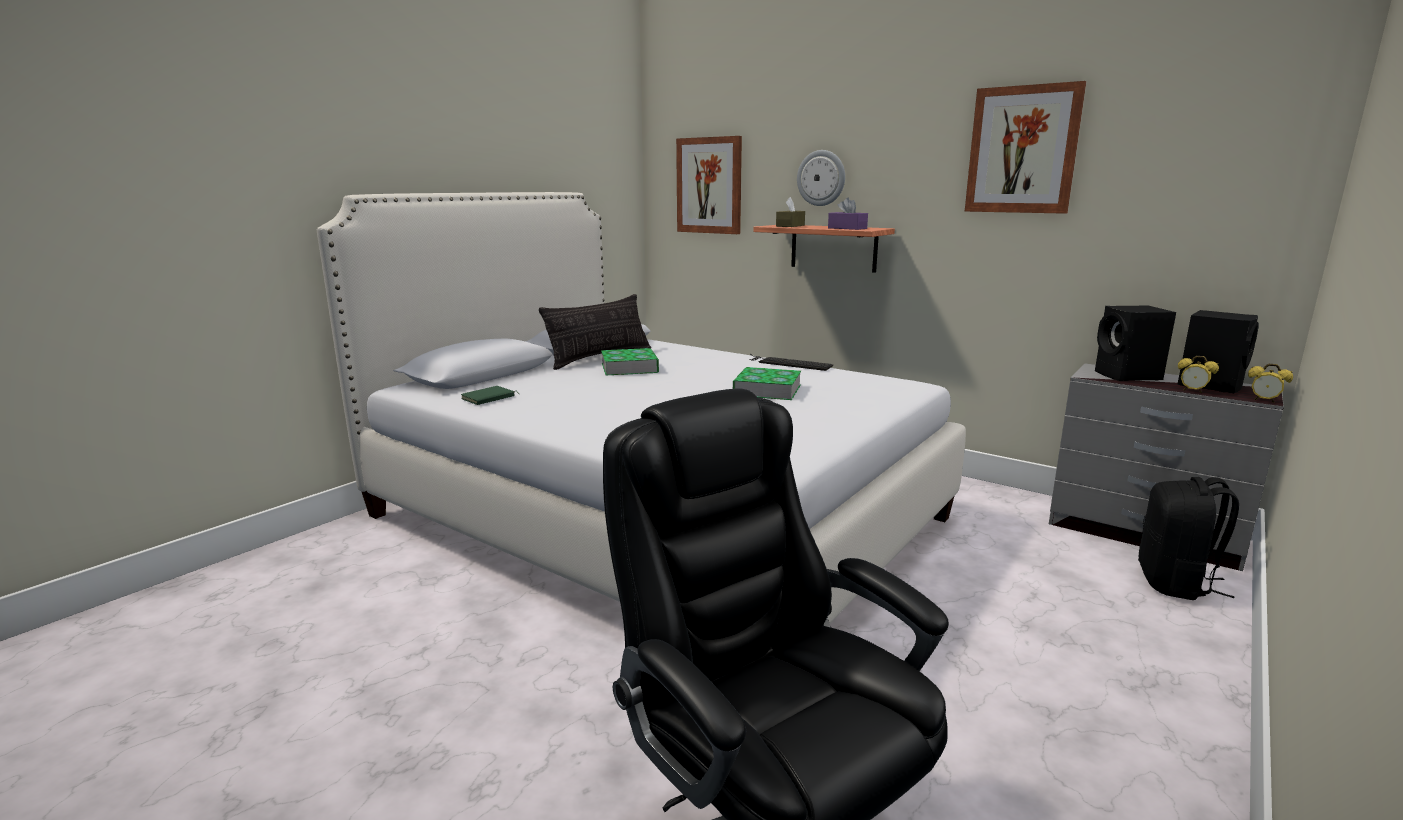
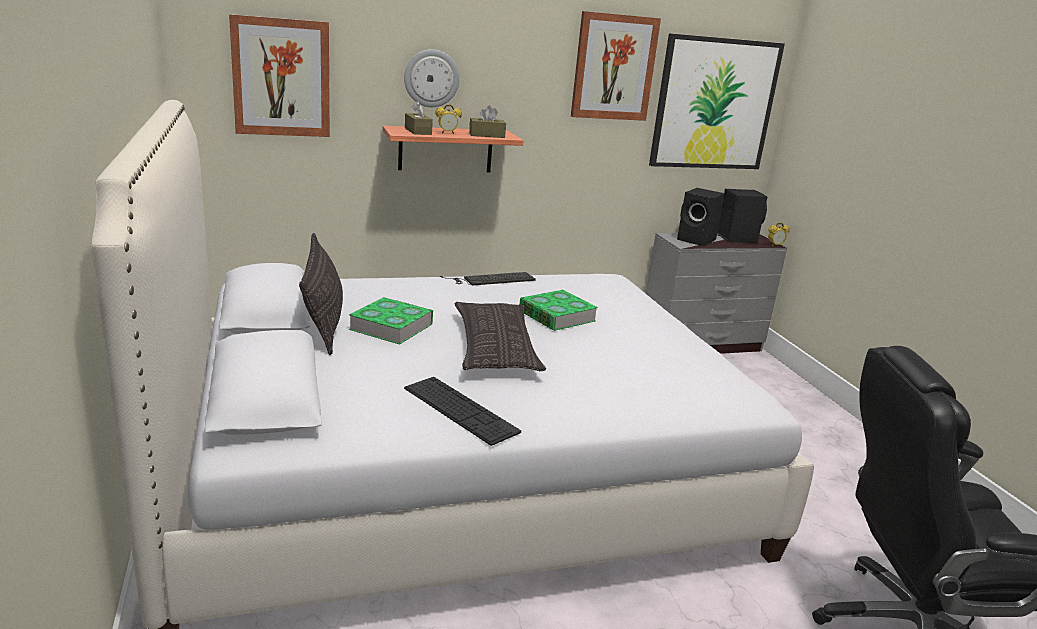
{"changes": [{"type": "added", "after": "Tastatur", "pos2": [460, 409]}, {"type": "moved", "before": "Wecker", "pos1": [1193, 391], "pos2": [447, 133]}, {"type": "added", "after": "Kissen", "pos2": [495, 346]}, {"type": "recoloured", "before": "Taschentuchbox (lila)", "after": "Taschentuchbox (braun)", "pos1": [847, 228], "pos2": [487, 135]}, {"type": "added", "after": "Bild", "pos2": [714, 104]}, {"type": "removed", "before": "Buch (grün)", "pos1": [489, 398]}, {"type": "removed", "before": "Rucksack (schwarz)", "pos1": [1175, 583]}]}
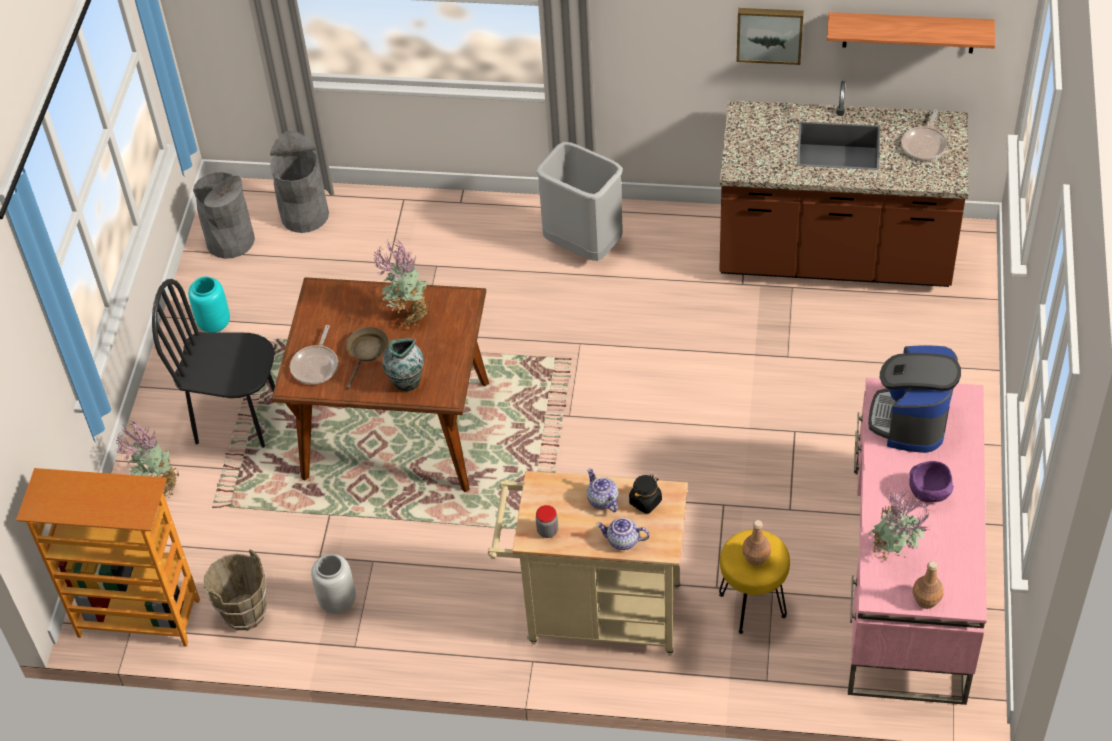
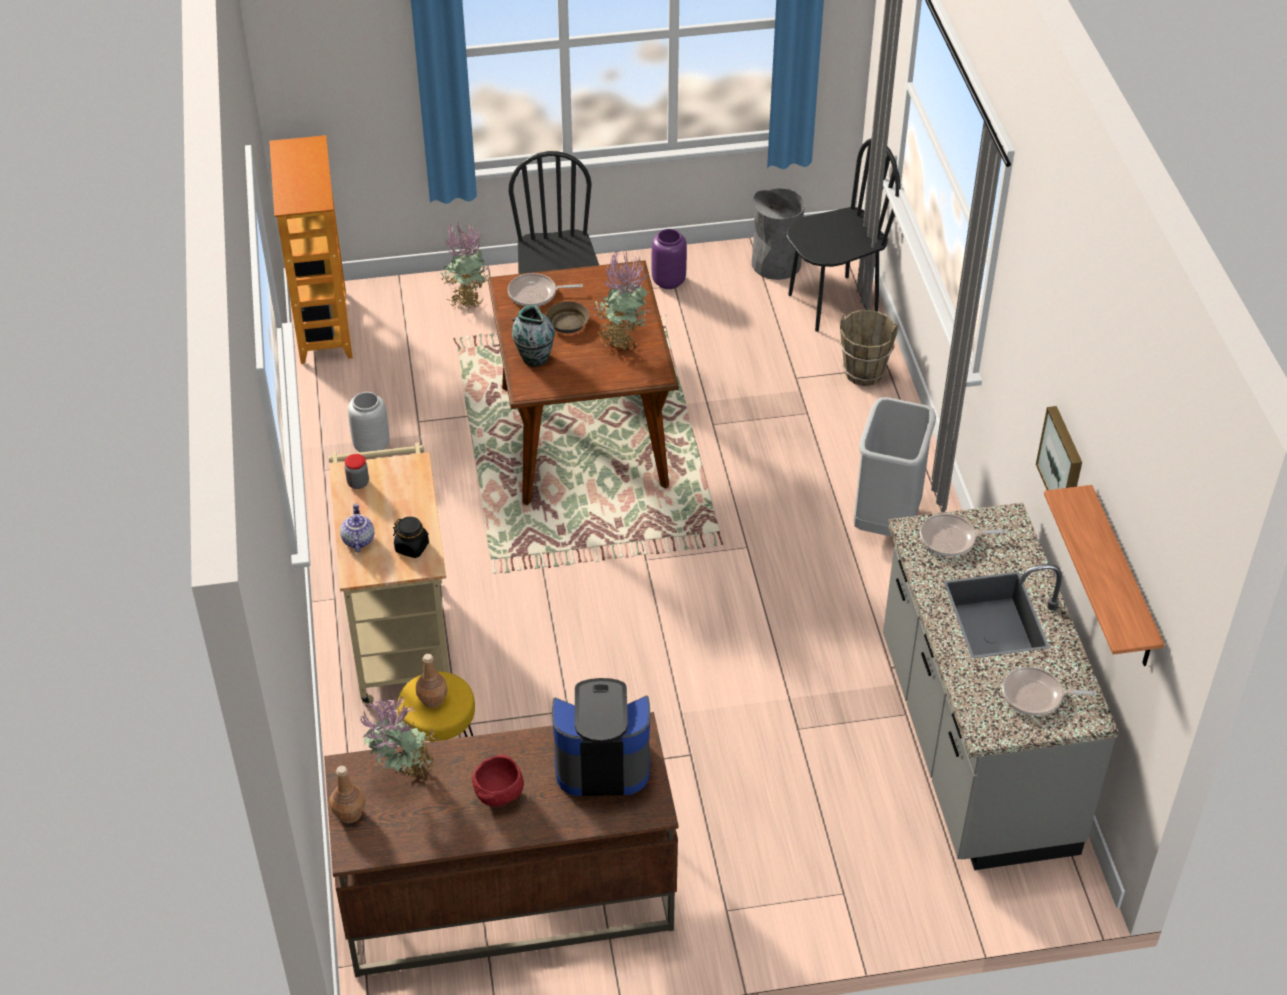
{"changes": [{"type": "recoloured", "before": "Schreibtisch (rosa)", "after": "Schreibtisch (braun)", "pos1": [908, 584], "pos2": [506, 897]}, {"type": "recoloured", "before": "Schüssel (lila)", "after": "Schüssel (rot)", "pos1": [930, 493], "pos2": [499, 796]}, {"type": "recoloured", "before": "Vase (türkis)", "after": "Vase (lila)", "pos1": [214, 324], "pos2": [668, 281]}, {"type": "replaced", "before": "Mülleimer (grau)", "after": "Stuhl (schwarz)", "pos1": [305, 215], "pos2": [832, 304]}, {"type": "moved", "before": "Eimer (braun)", "pos1": [244, 613], "pos2": [864, 372]}, {"type": "recoloured", "before": "Küchenzeile (braun)", "after": "Küchenzeile (grau)", "pos1": [835, 256], "pos2": [973, 746]}, {"type": "added", "after": "Pfanne", "pos2": [951, 539]}, {"type": "removed", "before": "Teekanne", "pos1": [602, 500]}]}
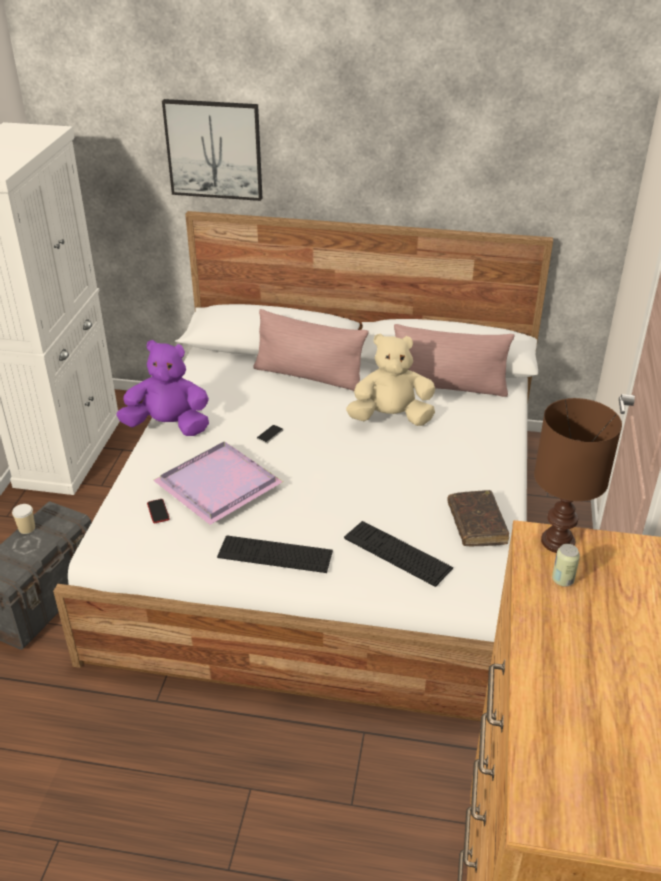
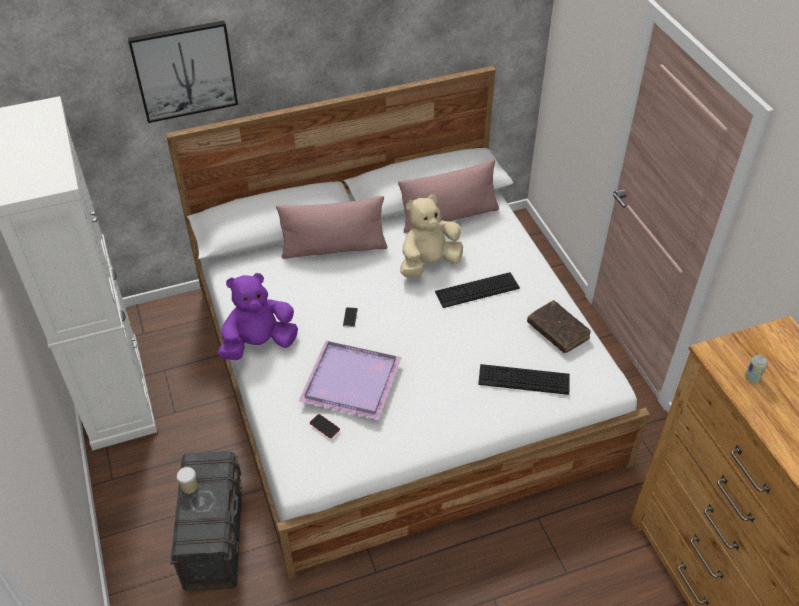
{"changes": [{"type": "moved", "before": "Tastatur", "pos1": [275, 554], "pos2": [477, 290]}, {"type": "removed", "before": "Tischlampe (braun)", "pos1": [557, 543]}]}
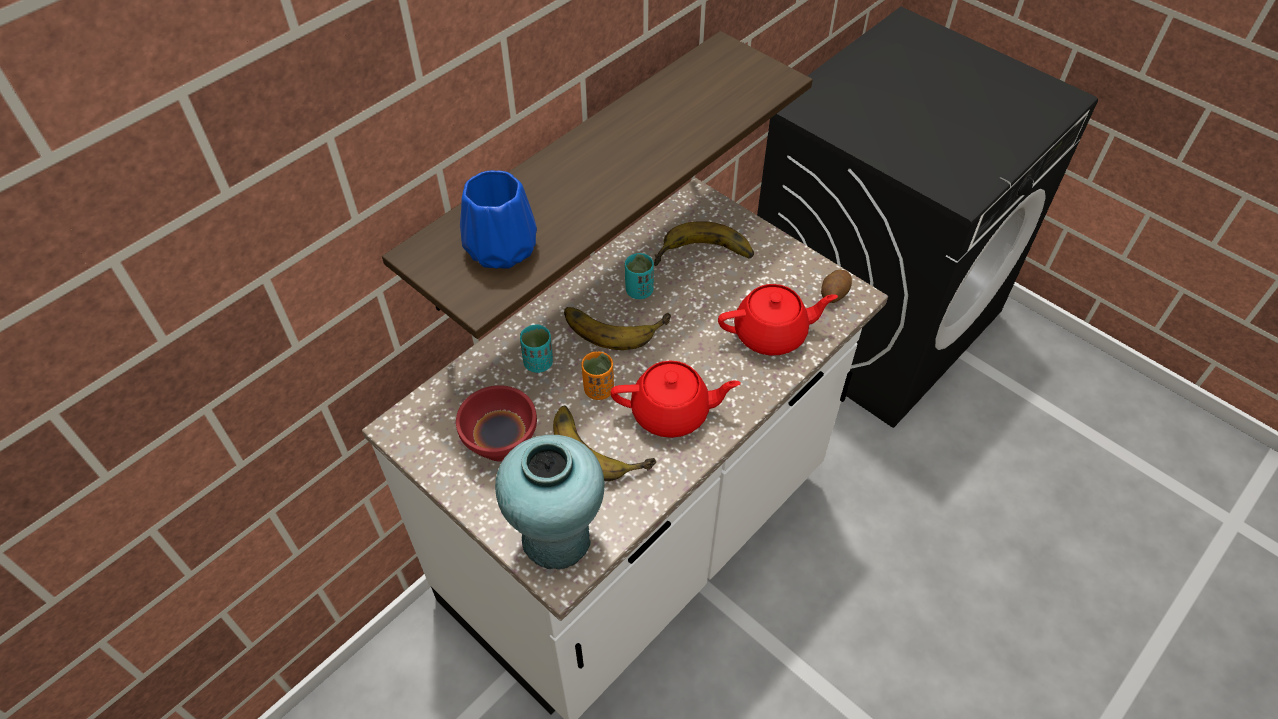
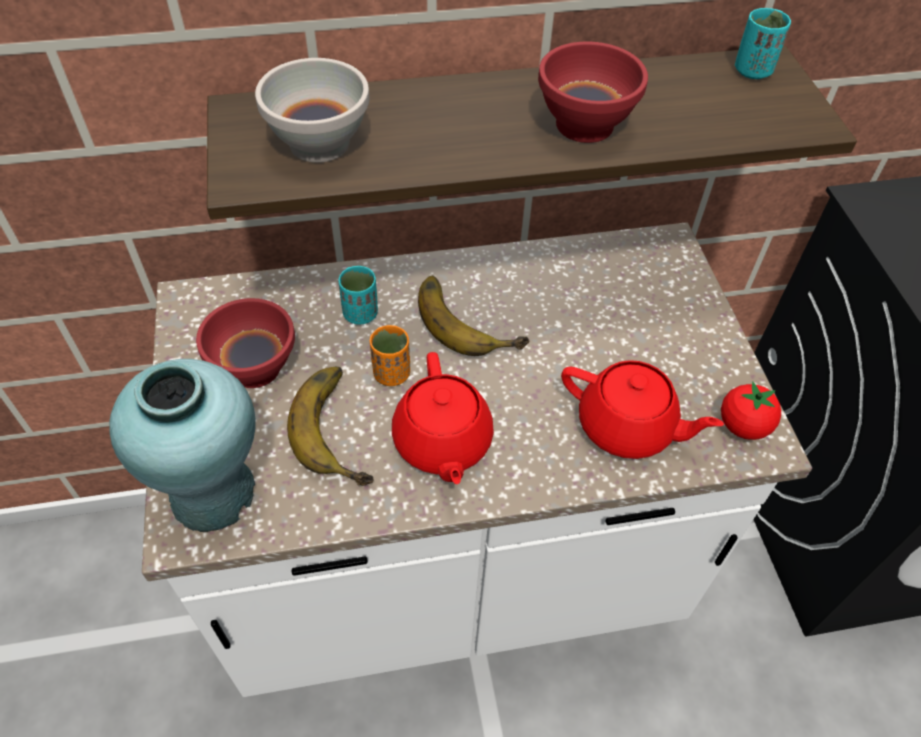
{"changes": [{"type": "replaced", "before": "Vase (blau)", "after": "Schüssel (weiß)", "pos1": [503, 247], "pos2": [321, 144]}, {"type": "turned", "before": "Teekanne (rot)", "pos1": [672, 412], "pos2": [442, 443], "turn": 45}, {"type": "added", "after": "Schüssel (rot)", "pos2": [585, 126]}, {"type": "replaced", "before": "Kartoffel", "after": "Tomate", "pos1": [834, 293], "pos2": [743, 426]}, {"type": "moved", "before": "Tasse (türkis)", "pos1": [639, 291], "pos2": [752, 71]}, {"type": "removed", "before": "Banane", "pos1": [704, 258]}]}
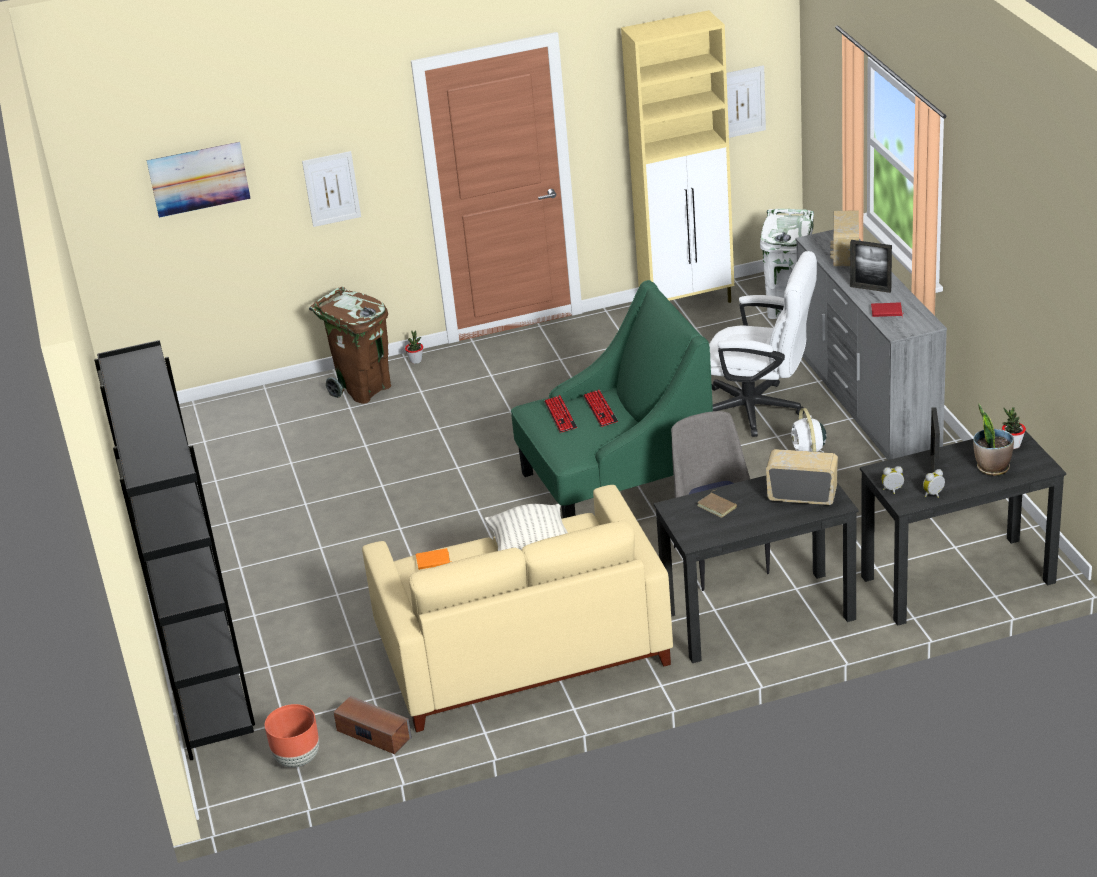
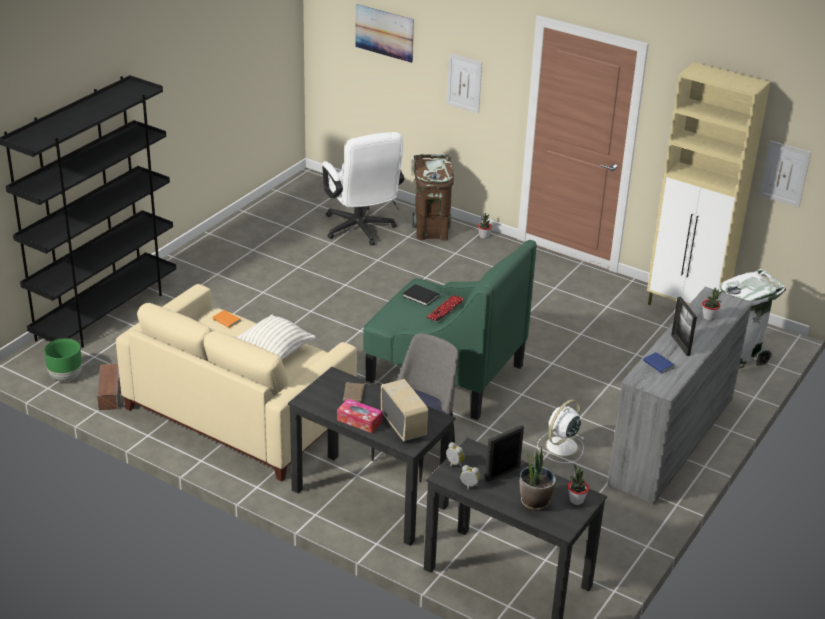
{"changes": [{"type": "recoloured", "before": "Pflanzkübel (braun)", "after": "Pflanzkübel (grün)", "pos1": [297, 759], "pos2": [66, 376]}, {"type": "moved", "before": "Bürostuhl (weiß)", "pos1": [760, 410], "pos2": [361, 231]}, {"type": "added", "after": "Taschentuchbox", "pos2": [359, 421]}, {"type": "replaced", "before": "Tastatur", "after": "Buch (schwarz)", "pos1": [560, 415], "pos2": [421, 297]}, {"type": "recoloured", "before": "Buch (rot)", "after": "Buch (blau)", "pos1": [886, 312], "pos2": [657, 364]}, {"type": "replaced", "before": "Radio", "after": "Topfpflanze", "pos1": [845, 256], "pos2": [709, 317]}]}
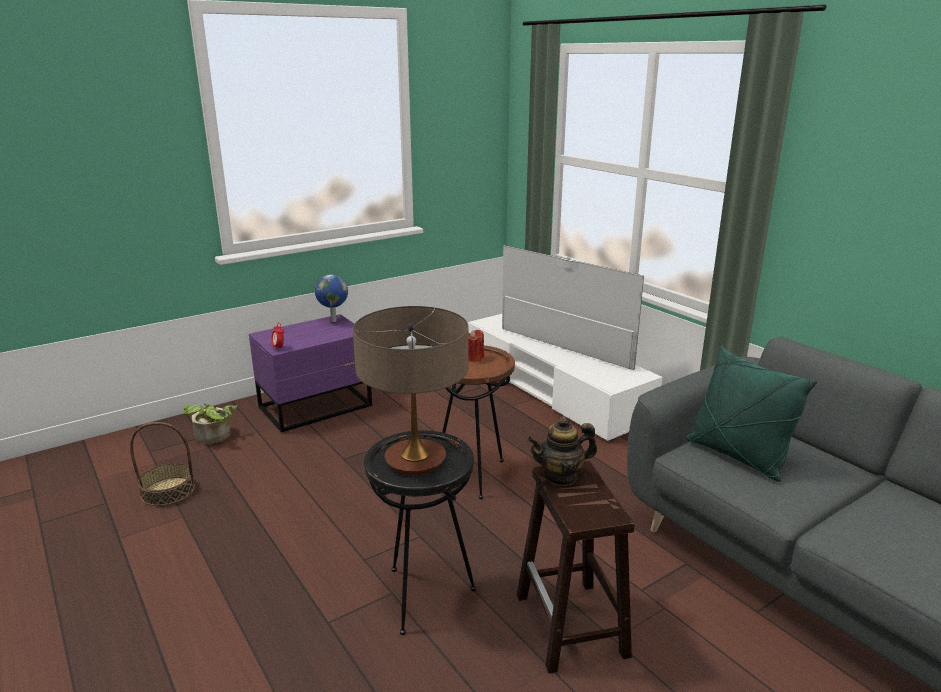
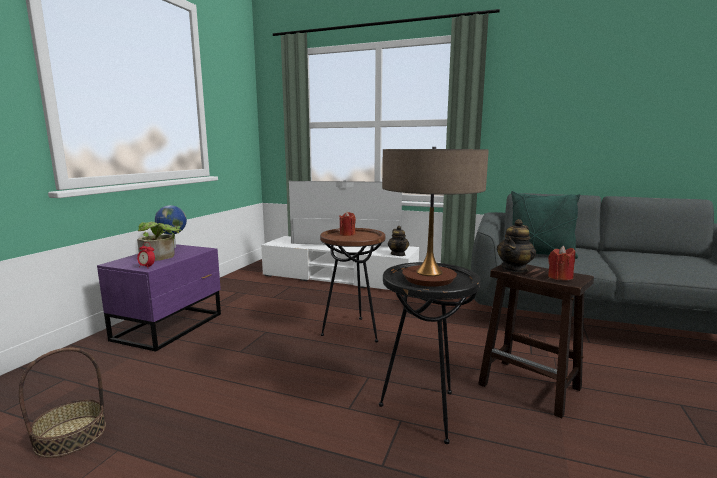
{"changes": [{"type": "moved", "before": "Topfpflanze", "pos1": [214, 437], "pos2": [161, 257]}, {"type": "added", "after": "Teekanne", "pos2": [398, 254]}, {"type": "added", "after": "Kerze (rot)", "pos2": [560, 277]}]}
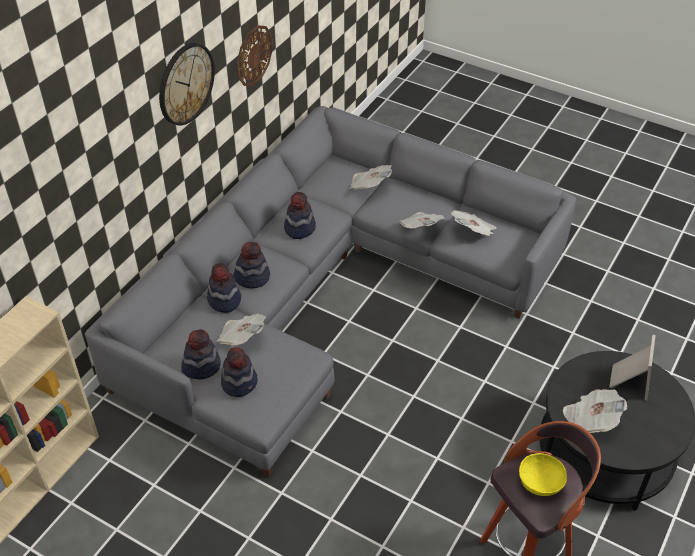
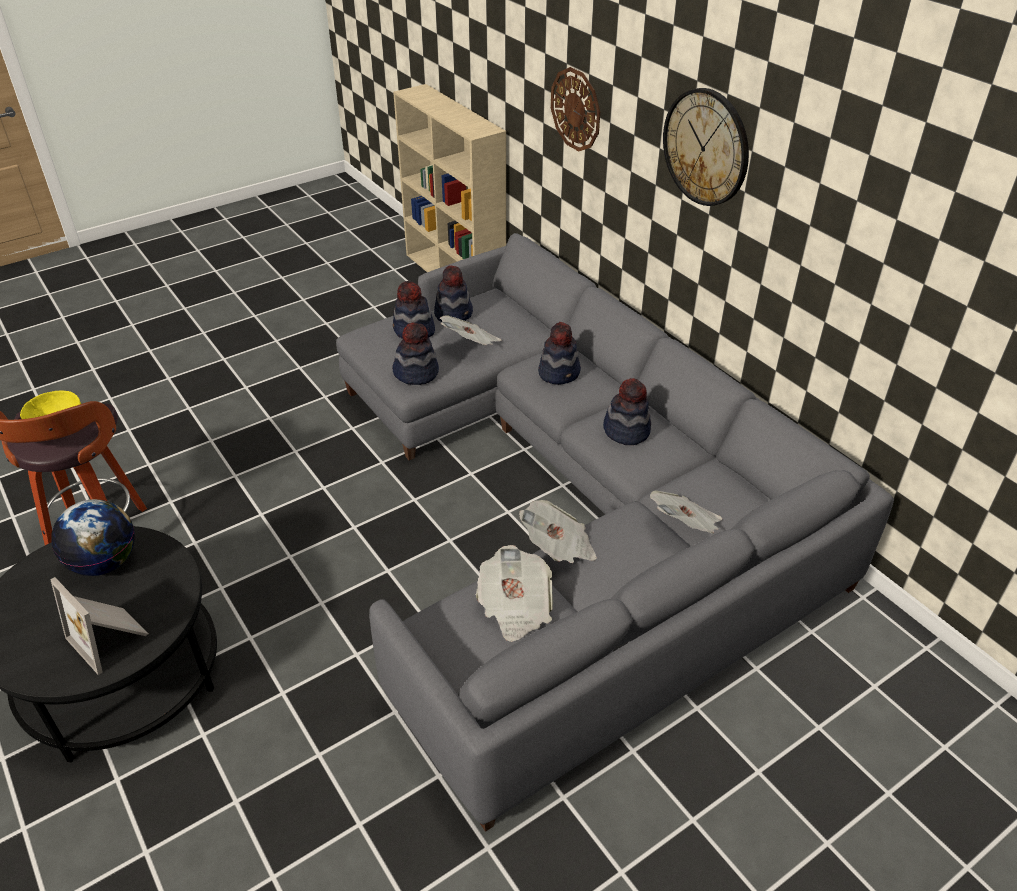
{"changes": [{"type": "replaced", "before": "Zeitung", "after": "Globus", "pos1": [590, 420], "pos2": [105, 562]}, {"type": "moved", "before": "Hut", "pos1": [224, 300], "pos2": [416, 373]}, {"type": "moved", "before": "Wanduhr", "pos1": [253, 55], "pos2": [576, 109]}]}
